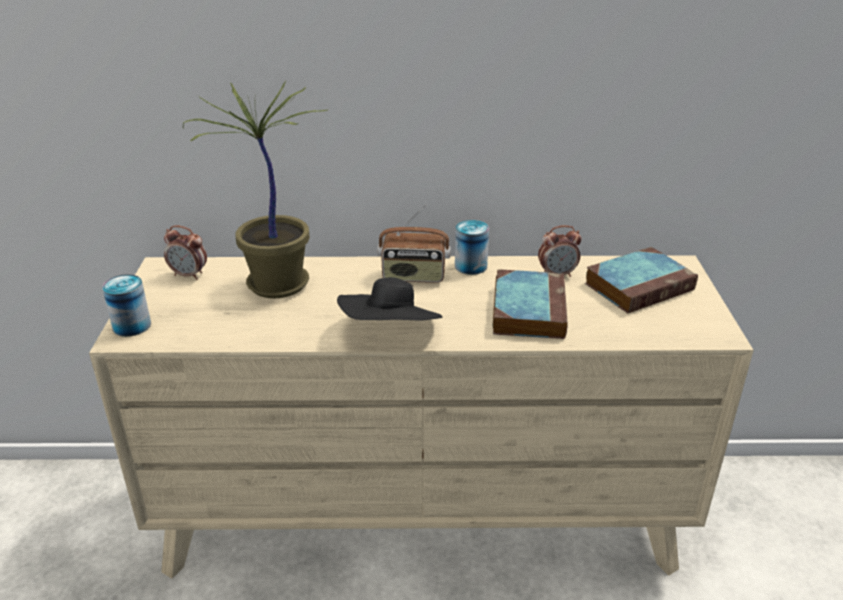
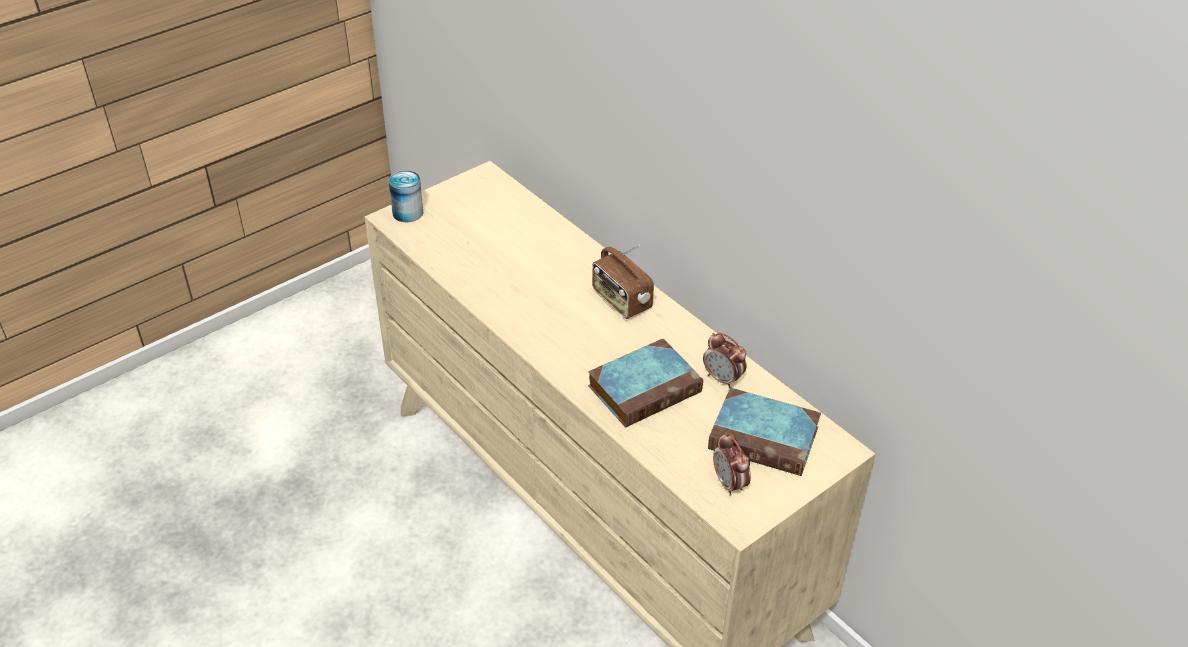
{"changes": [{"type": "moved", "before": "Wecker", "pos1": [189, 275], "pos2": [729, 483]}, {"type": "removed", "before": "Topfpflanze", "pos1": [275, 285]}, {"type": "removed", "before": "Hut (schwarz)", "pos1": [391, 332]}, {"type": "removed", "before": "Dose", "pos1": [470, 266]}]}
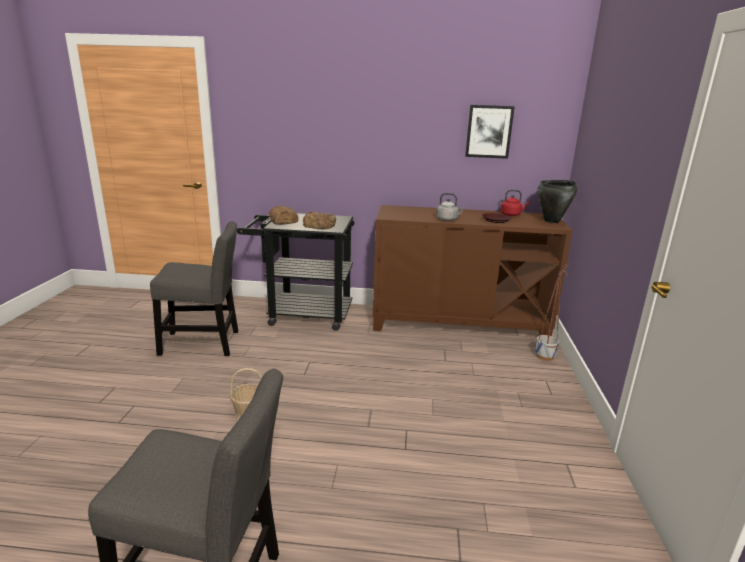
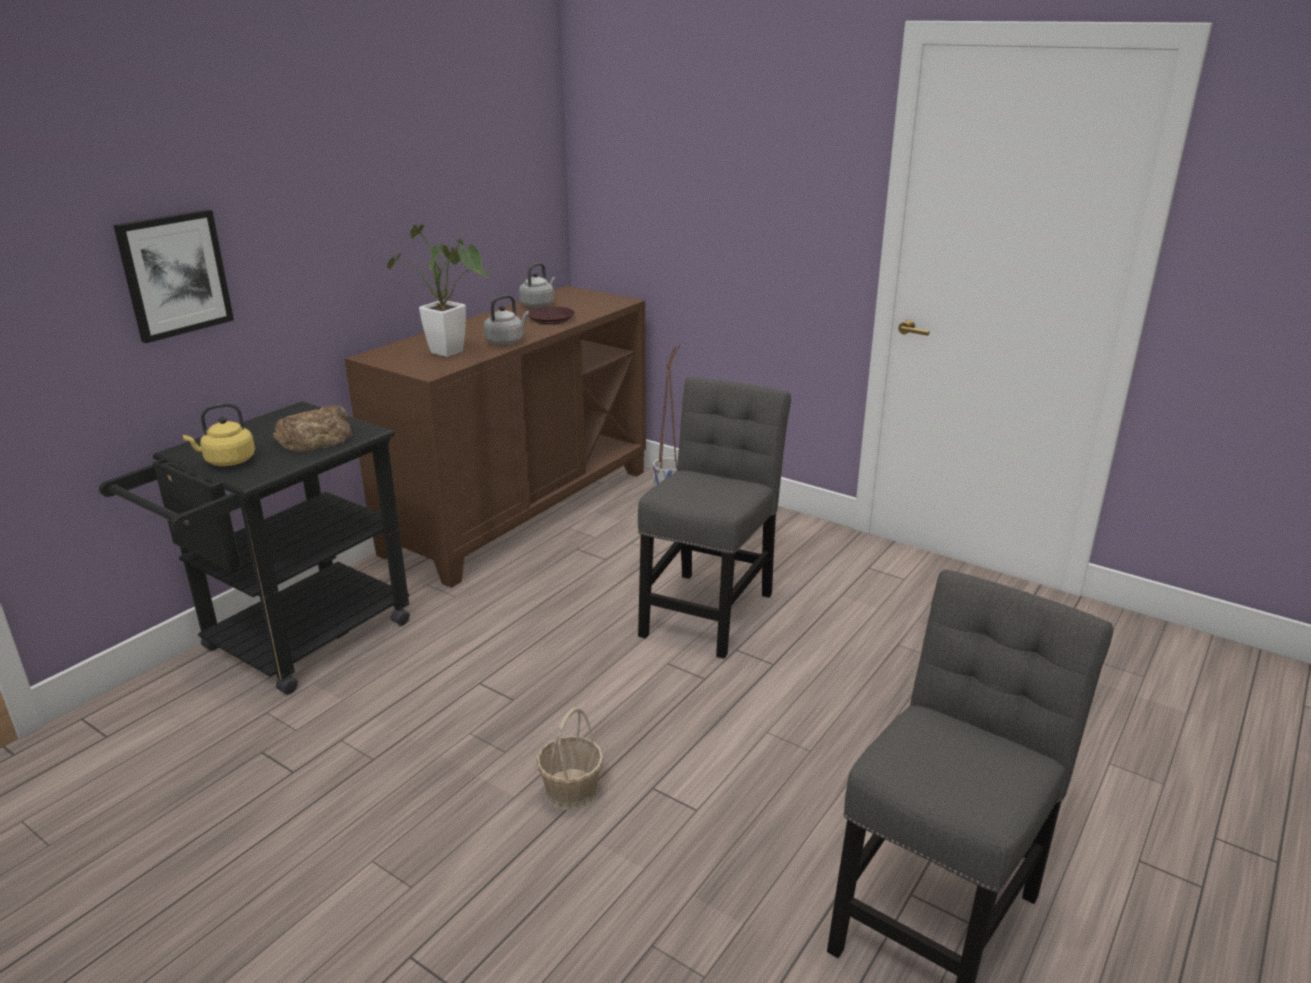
{"changes": [{"type": "moved", "before": "Bild", "pos1": [489, 131], "pos2": [174, 274]}, {"type": "replaced", "before": "Brot", "after": "Wasserkessel (gelb)", "pos1": [283, 220], "pos2": [227, 461]}, {"type": "added", "after": "Topfpflanze", "pos2": [452, 354]}, {"type": "recoloured", "before": "Wasserkessel (rot)", "after": "Wasserkessel (grau)", "pos1": [511, 215], "pos2": [538, 305]}, {"type": "moved", "before": "Stuhl (grau)", "pos1": [204, 343], "pos2": [709, 609]}, {"type": "removed", "before": "Kochtopf (schwarz)", "pos1": [552, 221]}]}
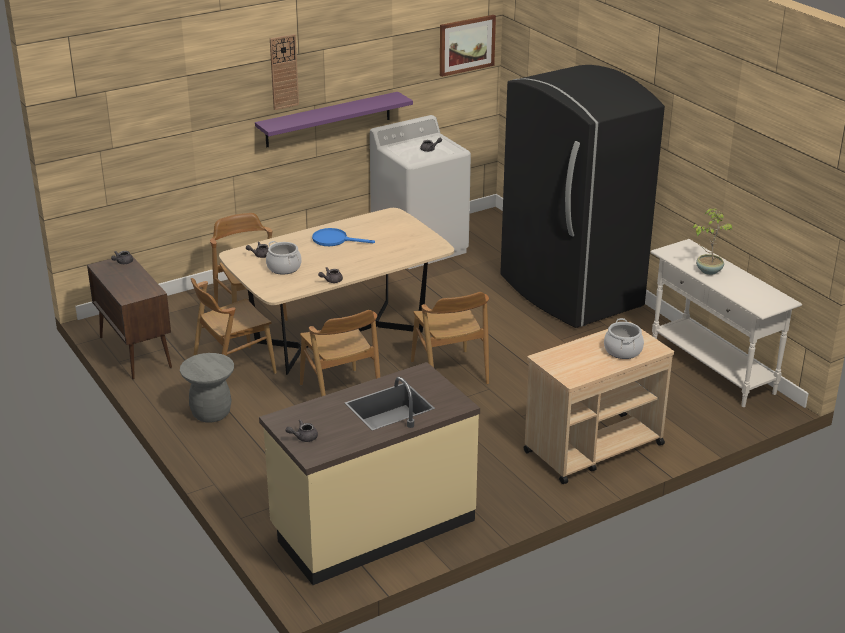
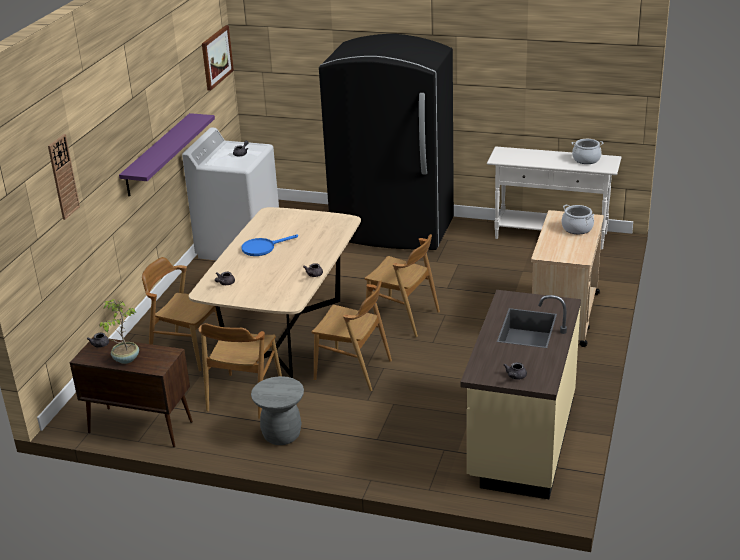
{"changes": [{"type": "moved", "before": "Wanduhr", "pos1": [284, 72], "pos2": [63, 177]}, {"type": "moved", "before": "Topfpflanze", "pos1": [708, 270], "pos2": [125, 359]}, {"type": "moved", "before": "Kochtopf", "pos1": [284, 268], "pos2": [586, 159]}]}
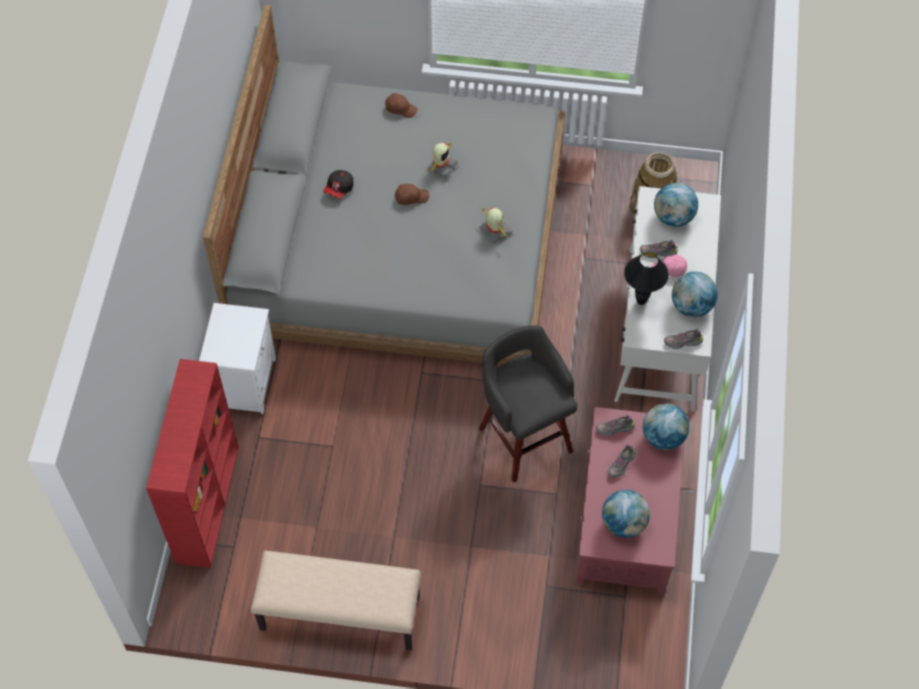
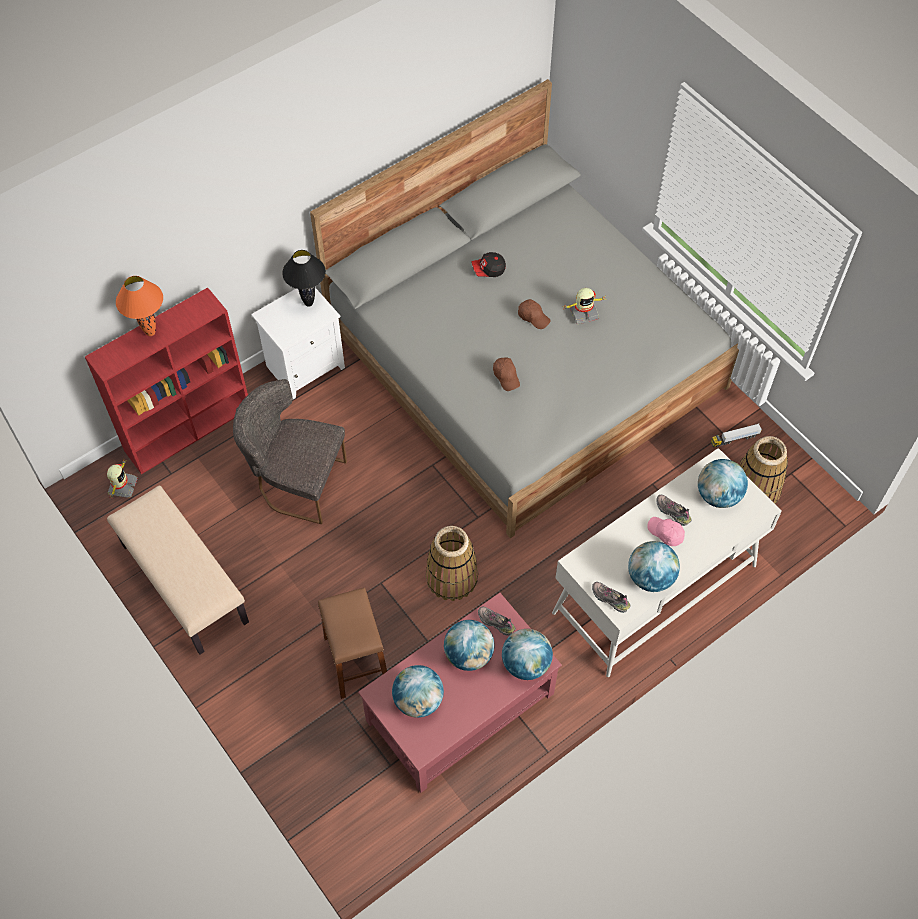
{"changes": [{"type": "moved", "before": "Spielzeugroboter", "pos1": [495, 231], "pos2": [122, 486]}, {"type": "added", "after": "Tischlampe (orange)", "pos2": [150, 333]}, {"type": "added", "after": "Stuhl (grau)", "pos2": [296, 482]}, {"type": "moved", "before": "Tischlampe (schwarz)", "pos1": [641, 301], "pos2": [309, 303]}, {"type": "added", "after": "Hocker (braun)", "pos2": [356, 660]}, {"type": "replaced", "before": "Hocker (grau)", "after": "Korb", "pos1": [524, 437], "pos2": [452, 577]}, {"type": "replaced", "before": "Schuh", "after": "Globus", "pos1": [621, 465], "pos2": [468, 655]}, {"type": "moved", "before": "Kappe (braun)", "pos1": [400, 109], "pos2": [506, 376]}, {"type": "added", "after": "Spielzeuglaster", "pos2": [734, 439]}]}
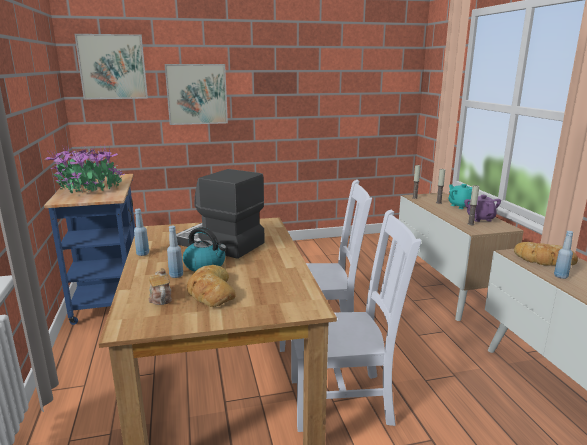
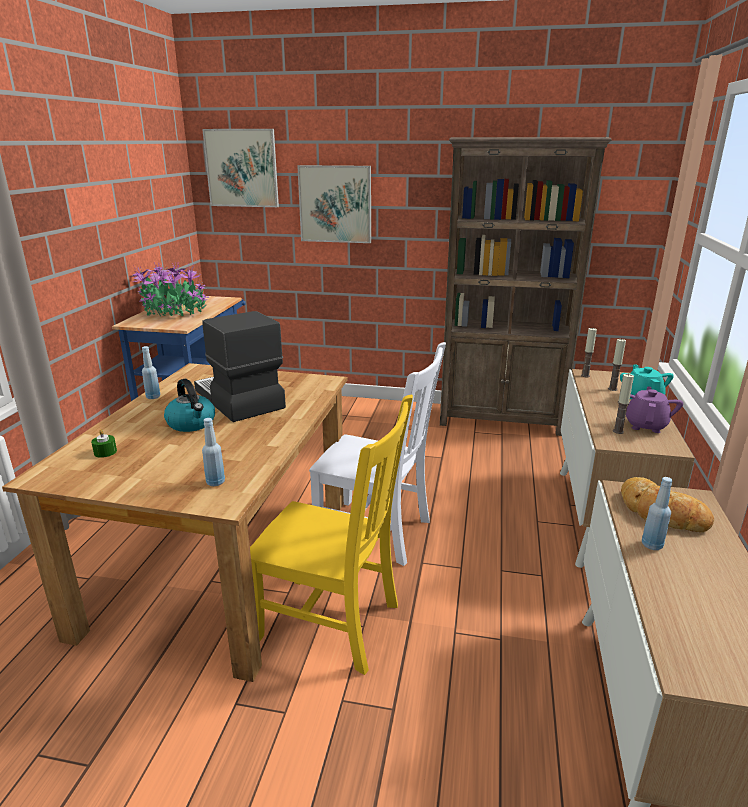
{"changes": [{"type": "replaced", "before": "Teekanne", "after": "Kerze (grün)", "pos1": [160, 298], "pos2": [105, 452]}, {"type": "moved", "before": "Flasche (blau)", "pos1": [176, 275], "pos2": [215, 482]}, {"type": "recoloured", "before": "Stuhl (weiß)", "after": "Stuhl (gelb)", "pos1": [344, 400], "pos2": [333, 623]}, {"type": "added", "after": "Bücherregal (braun)", "pos2": [501, 420]}, {"type": "removed", "before": "Brot", "pos1": [210, 292]}]}
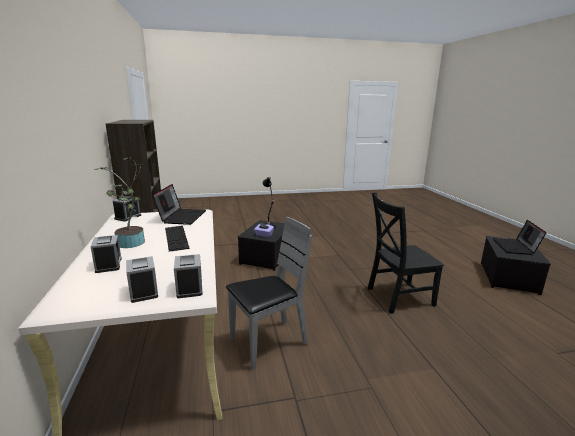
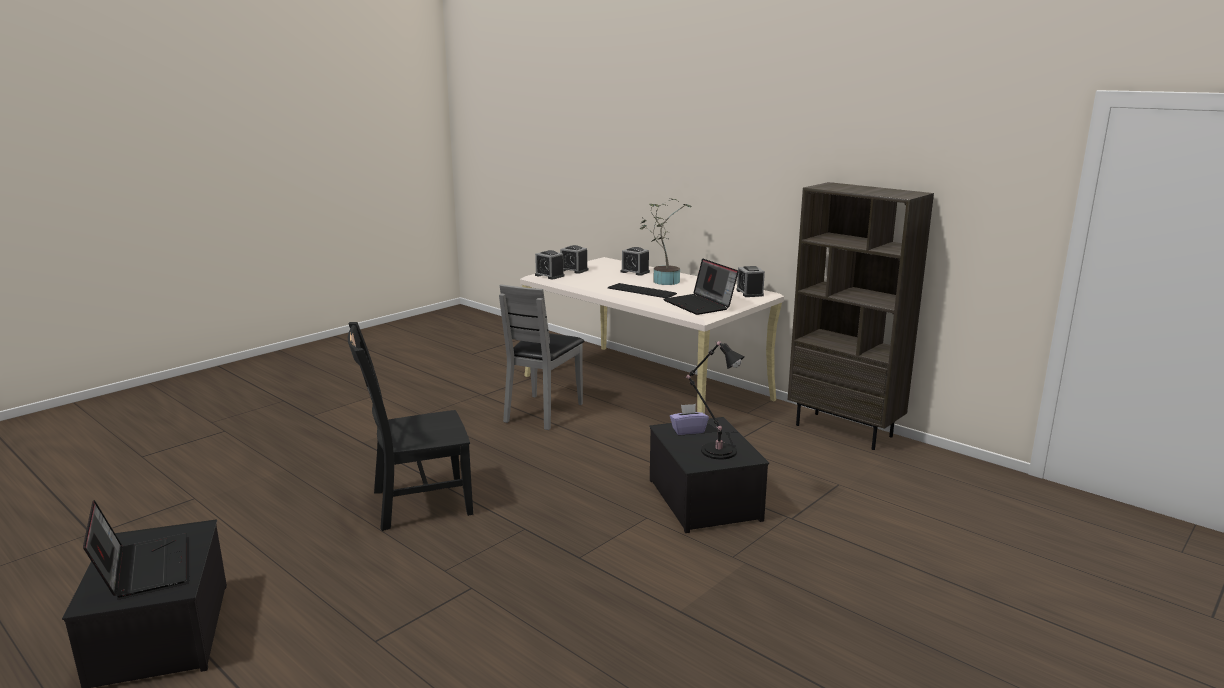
{"changes": [{"type": "turned", "before": "Stuhl (schwarz)", "pos1": [397, 297], "pos2": [417, 503], "turn": -150}]}
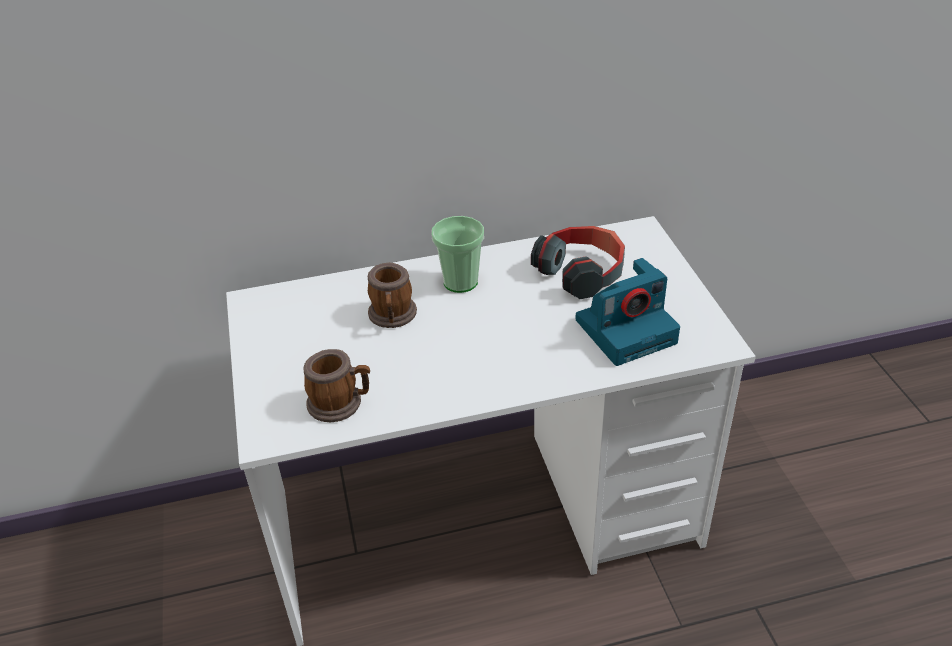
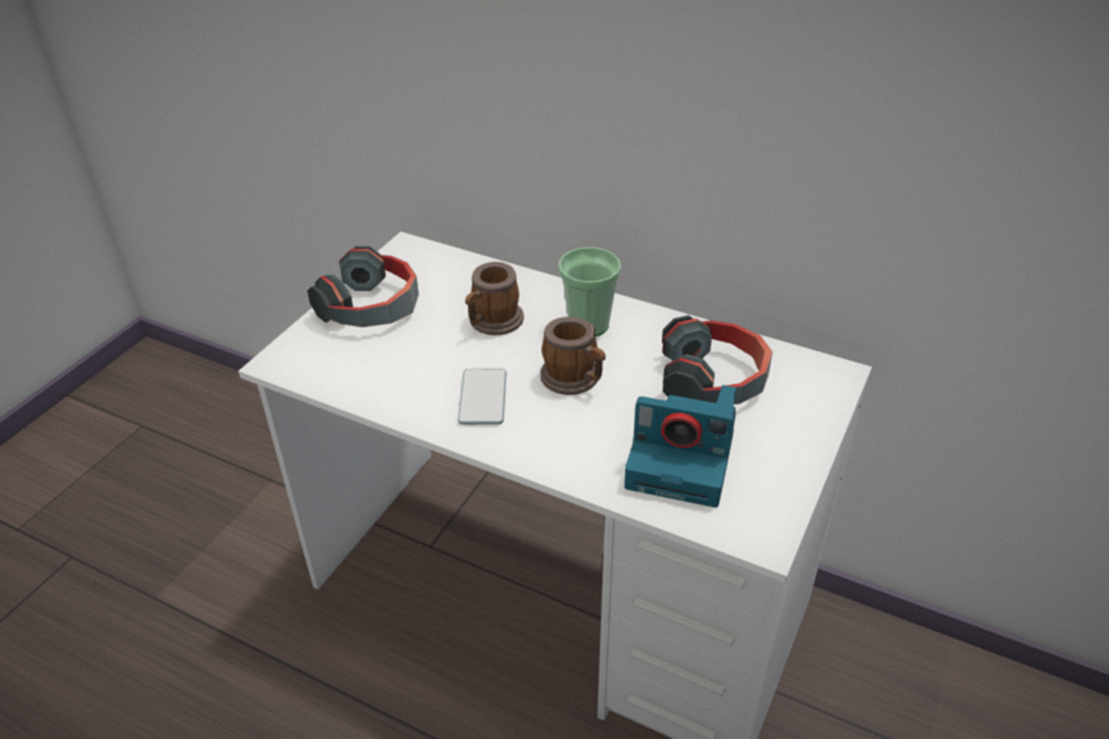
{"changes": [{"type": "added", "after": "Kopfhörer", "pos2": [372, 307]}, {"type": "added", "after": "Handy", "pos2": [483, 398]}, {"type": "moved", "before": "Henkelbecher", "pos1": [341, 403], "pos2": [575, 379]}]}
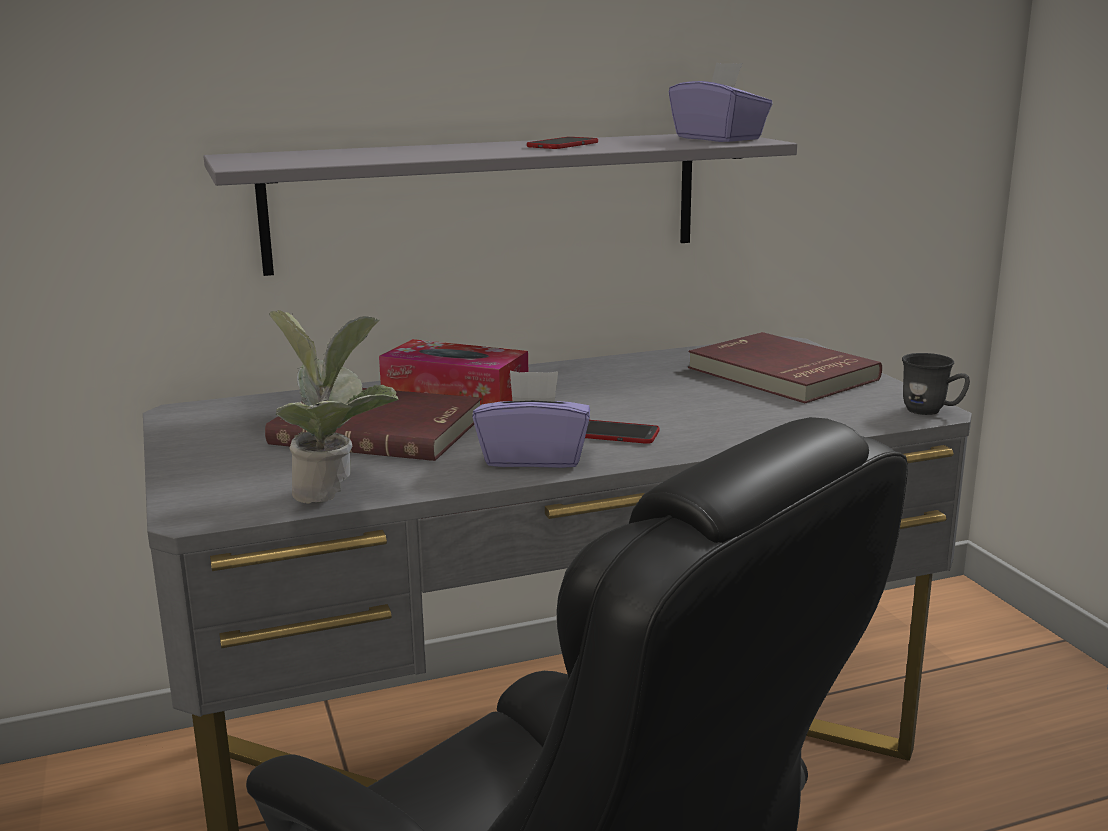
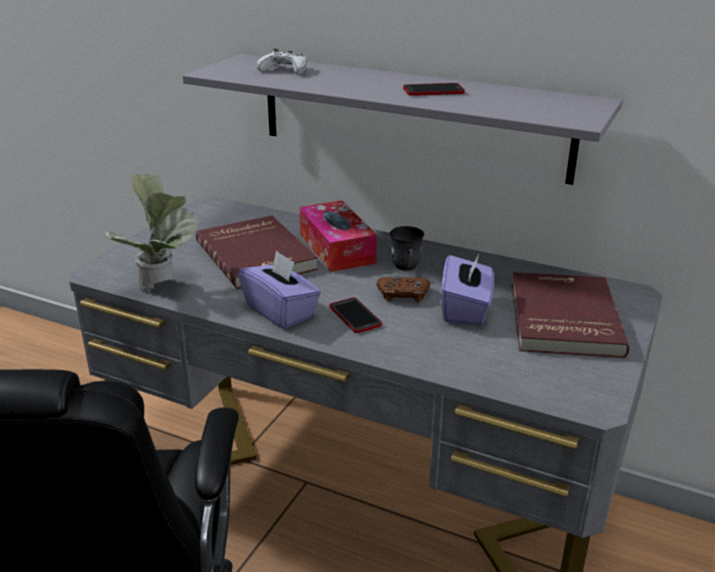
{"changes": [{"type": "added", "after": "Gamepad (weiß)", "pos2": [285, 70]}, {"type": "added", "after": "Gamepad (braun)", "pos2": [403, 295]}, {"type": "moved", "before": "Henkelbecher (grau)", "pos1": [931, 411], "pos2": [406, 268]}, {"type": "moved", "before": "Taschentuchbox (lila)", "pos1": [719, 138], "pos2": [465, 309]}]}
